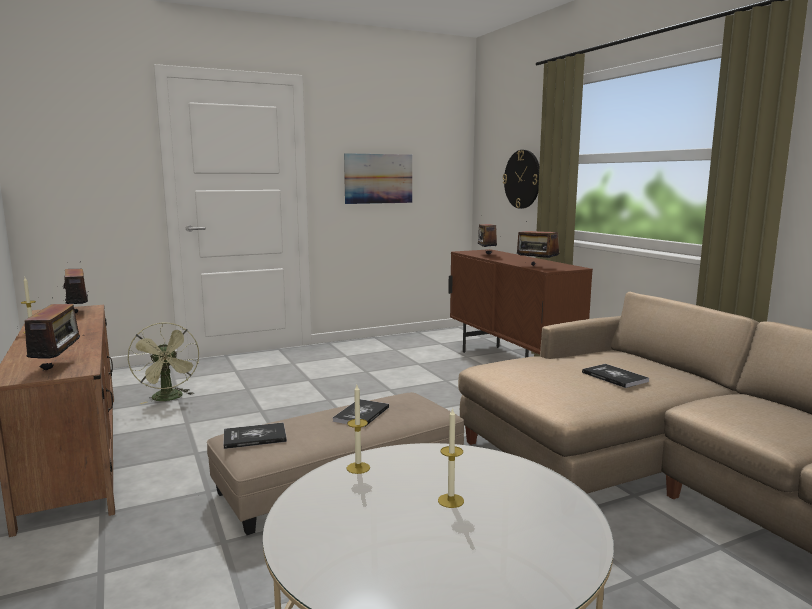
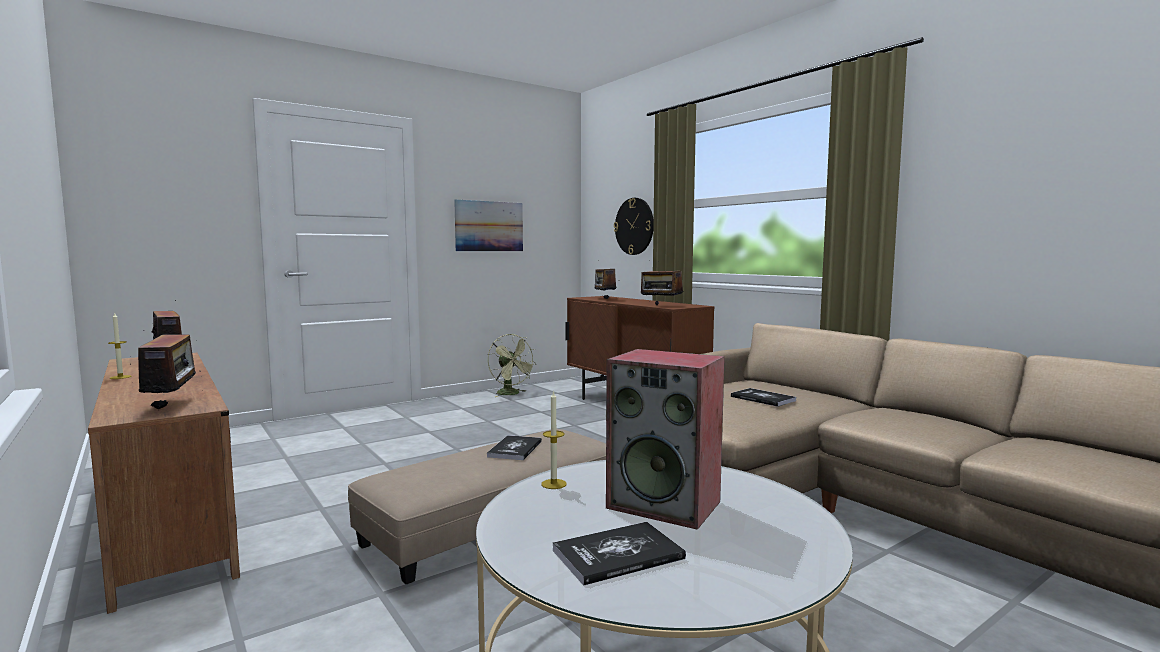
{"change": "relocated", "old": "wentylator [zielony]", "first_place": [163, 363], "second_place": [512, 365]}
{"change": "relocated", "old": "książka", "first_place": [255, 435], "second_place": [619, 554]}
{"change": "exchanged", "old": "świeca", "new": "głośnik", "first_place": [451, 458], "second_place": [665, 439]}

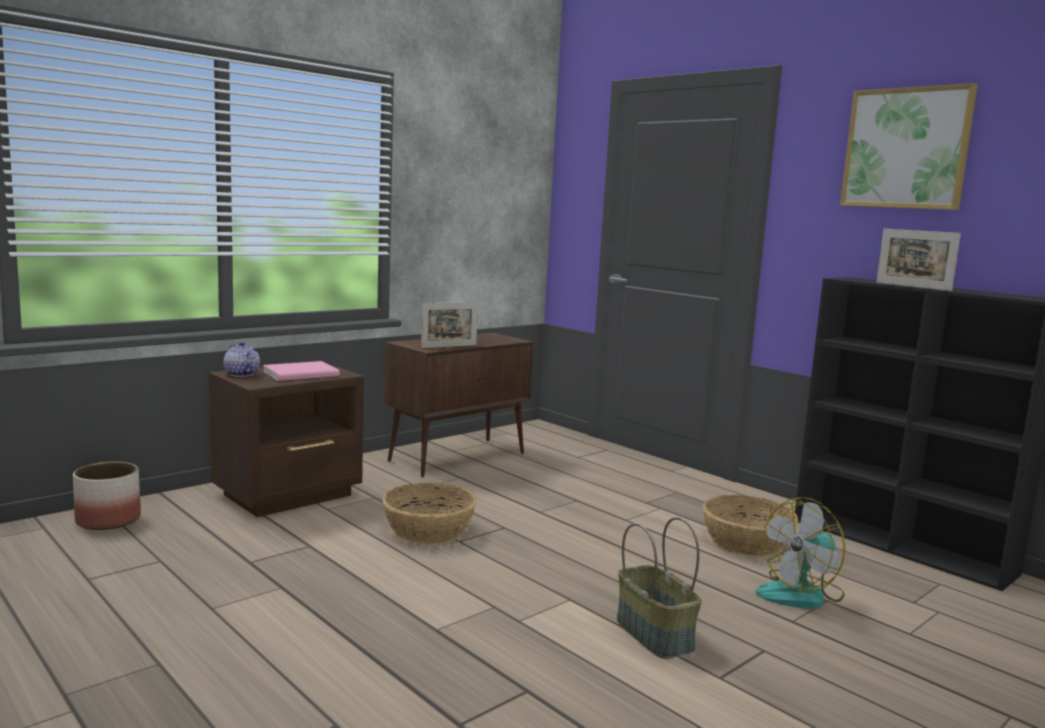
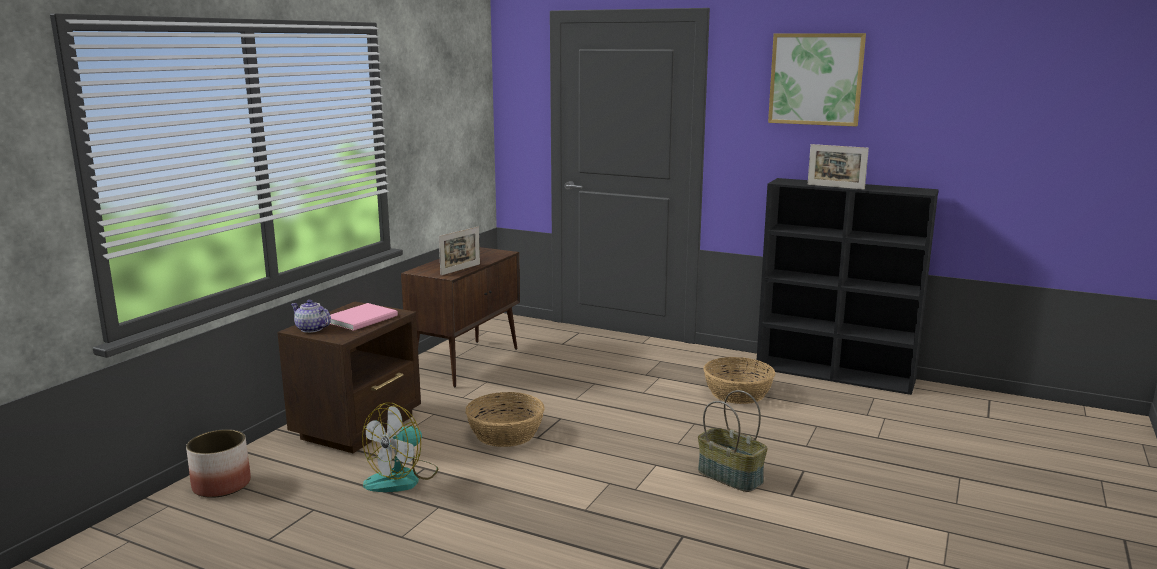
{"change": "relocated", "old": "wentylator", "first_place": [801, 553], "second_place": [400, 447]}

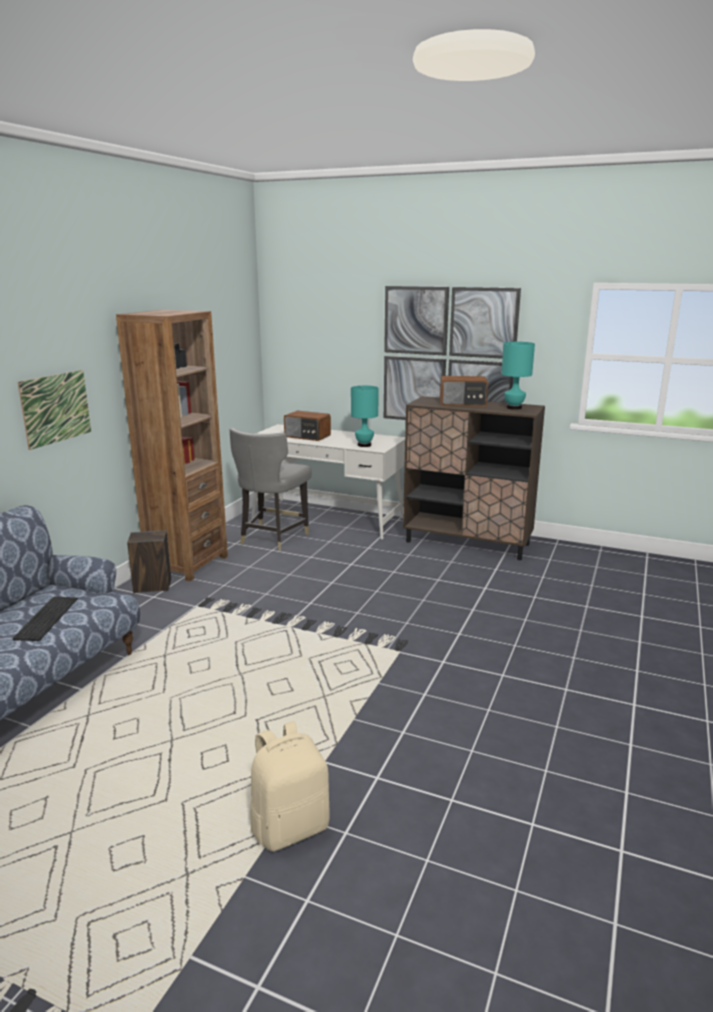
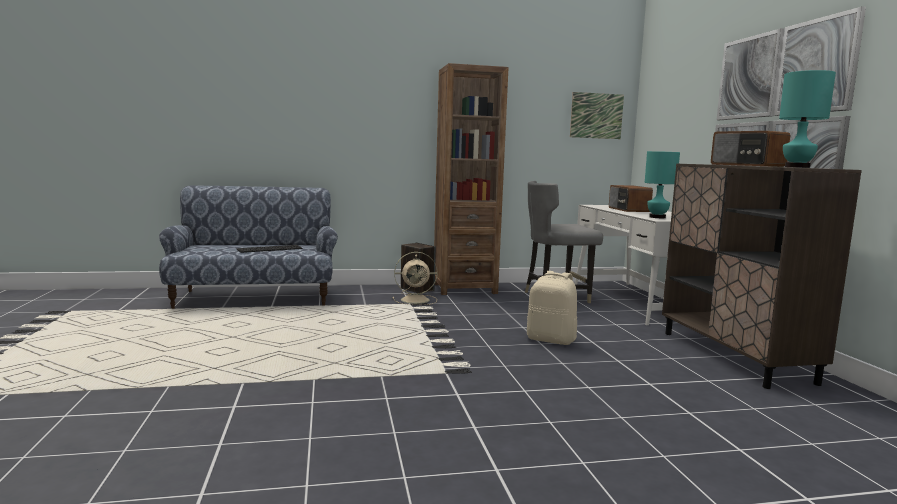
{"change": "appeared", "new": "wentylator [beżowy]", "second_place": [414, 278]}
{"change": "relocated", "old": "plecak [beżowy]", "first_place": [290, 786], "second_place": [552, 308]}
{"change": "relocated", "old": "obraz", "first_place": [54, 410], "second_place": [597, 115]}

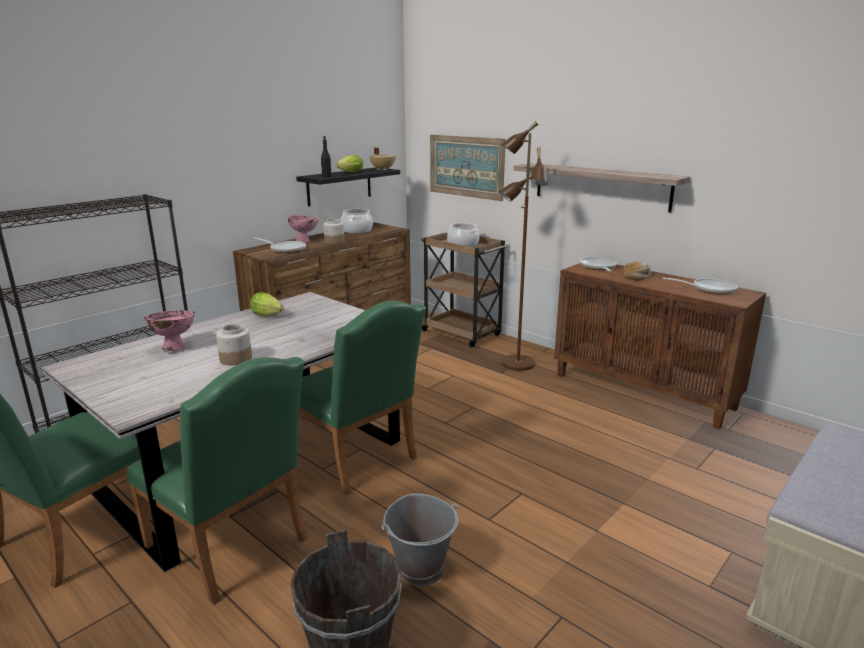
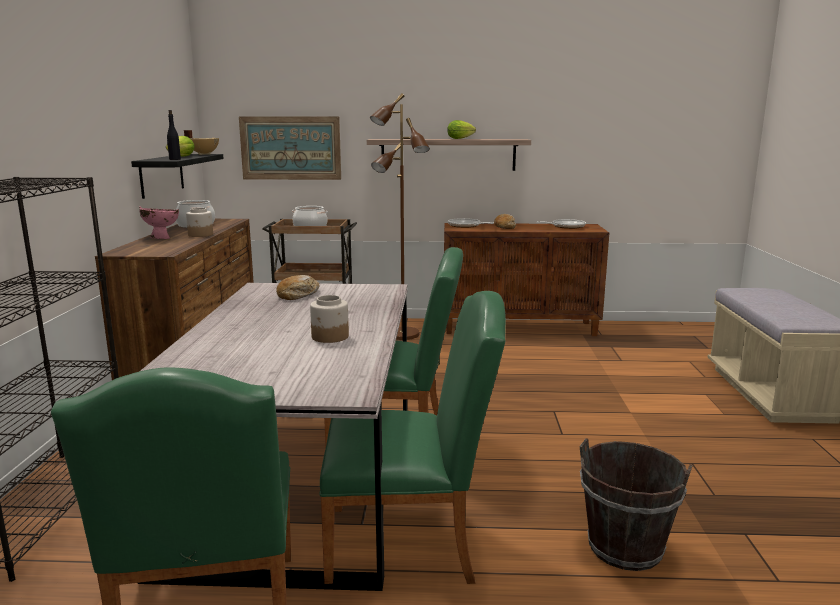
{"change": "appeared", "new": "chleb", "second_place": [297, 287]}
{"change": "relocated", "old": "sałata", "first_place": [267, 304], "second_place": [461, 129]}
{"change": "missing", "old": "miska [różowy]", "first_place": [169, 330]}
{"change": "missing", "old": "patelnia", "first_place": [280, 245]}
{"change": "missing", "old": "wiadro [szary]", "first_place": [420, 540]}

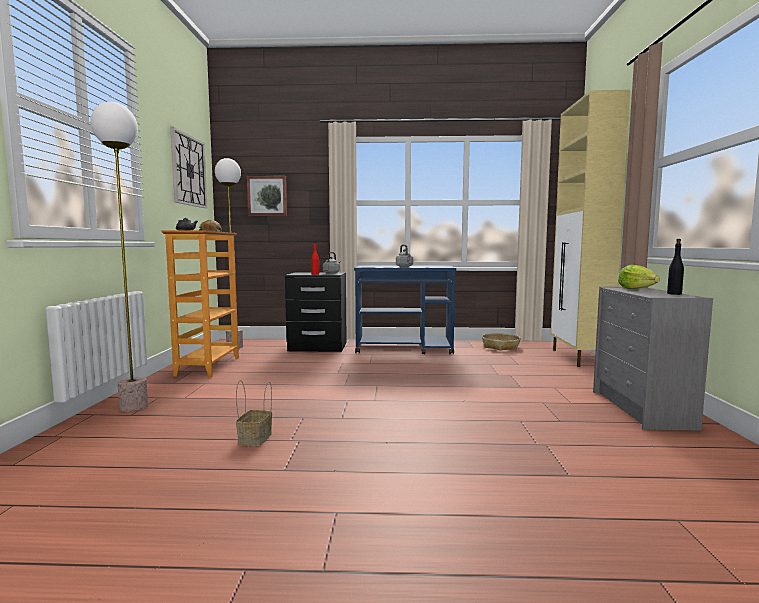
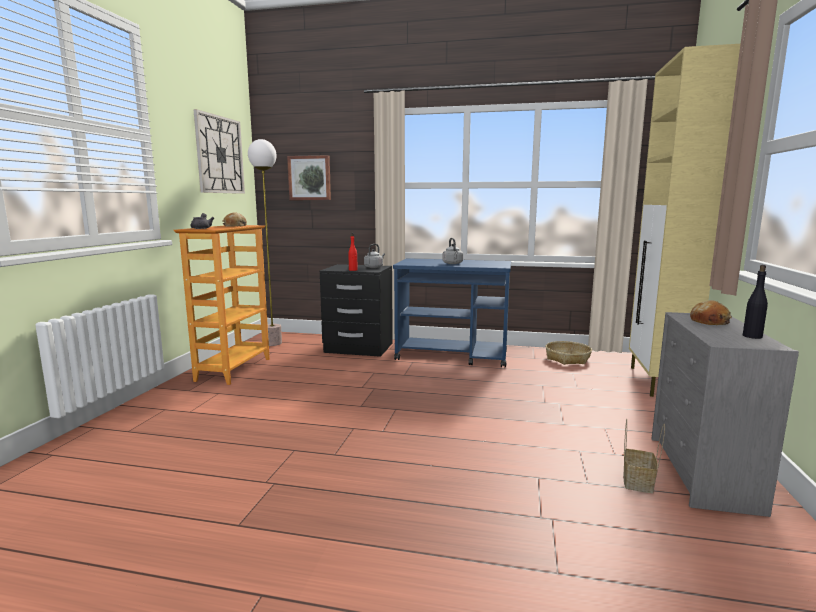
{"change": "relocated", "old": "koszyk", "first_place": [254, 413], "second_place": [644, 455]}
{"change": "exchanged", "old": "sałata", "new": "chleb", "first_place": [639, 277], "second_place": [711, 312]}
{"change": "missing", "old": "lampa stojąca", "first_place": [119, 257]}

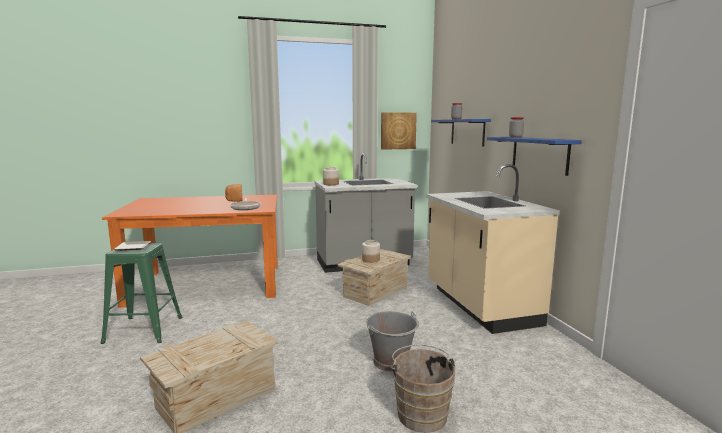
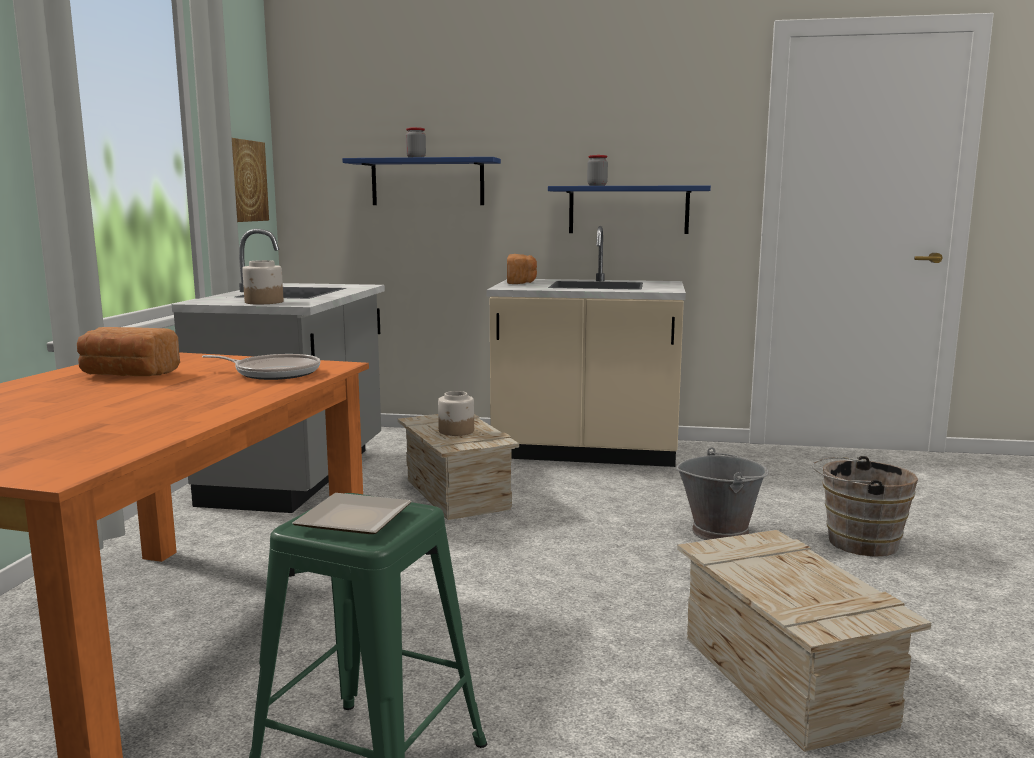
{"change": "appeared", "new": "chleb", "second_place": [522, 269]}

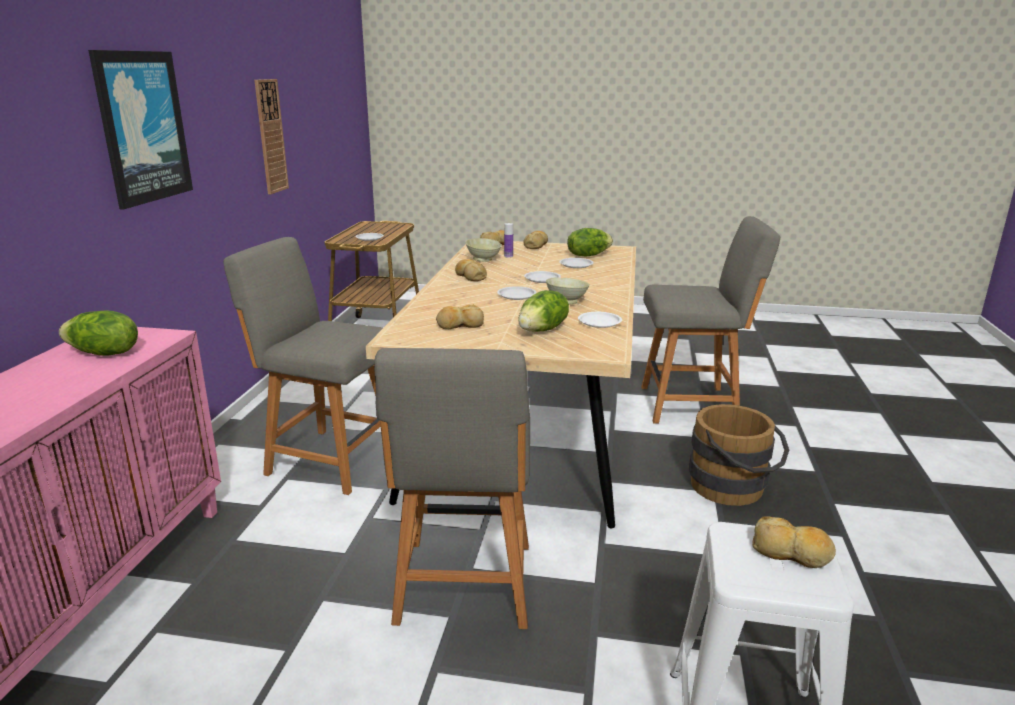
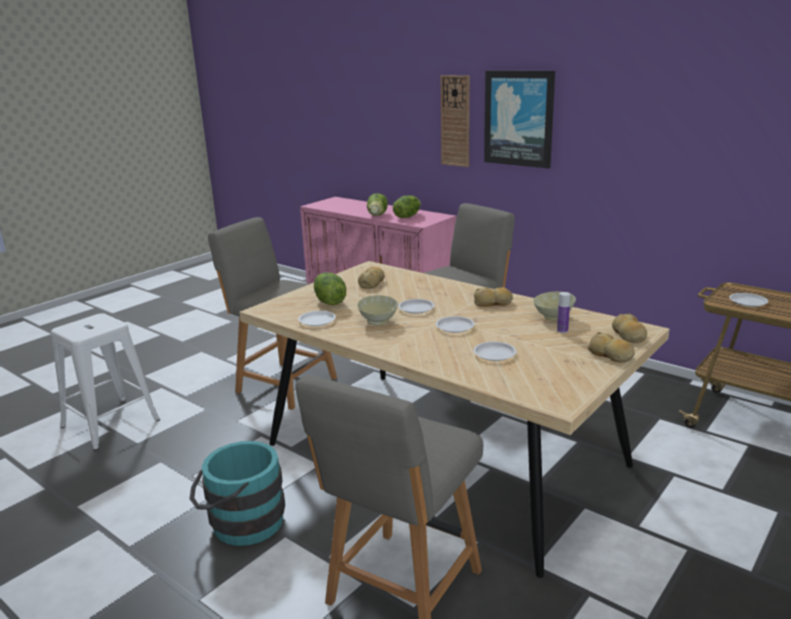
{"change": "colour", "old": "wiadro [brązowy]", "new": "wiadro [turkusowy]", "first_place": [739, 455], "second_place": [237, 493]}
{"change": "relocated", "old": "sałata", "first_place": [590, 242], "second_place": [377, 204]}
{"change": "relocated", "old": "zegar ścienny", "first_place": [271, 136], "second_place": [455, 121]}
{"change": "missing", "old": "chleb", "first_place": [794, 542]}

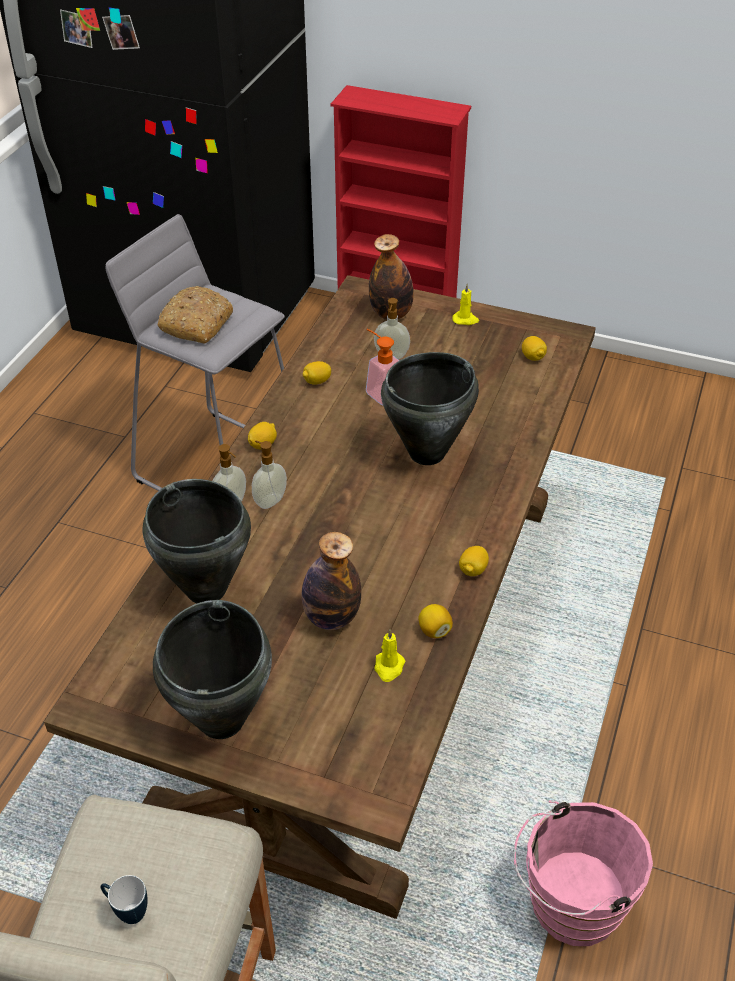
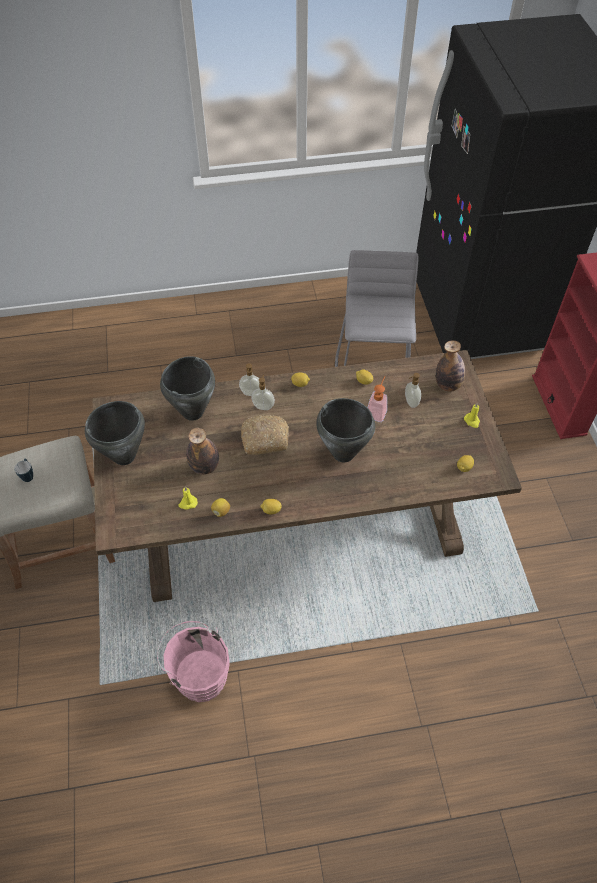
{"change": "relocated", "old": "chleb", "first_place": [195, 314], "second_place": [265, 435]}

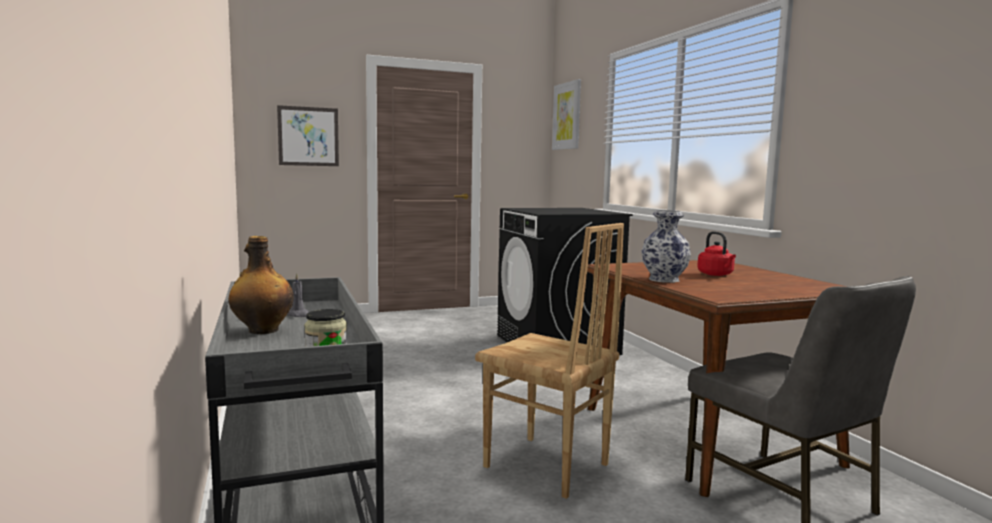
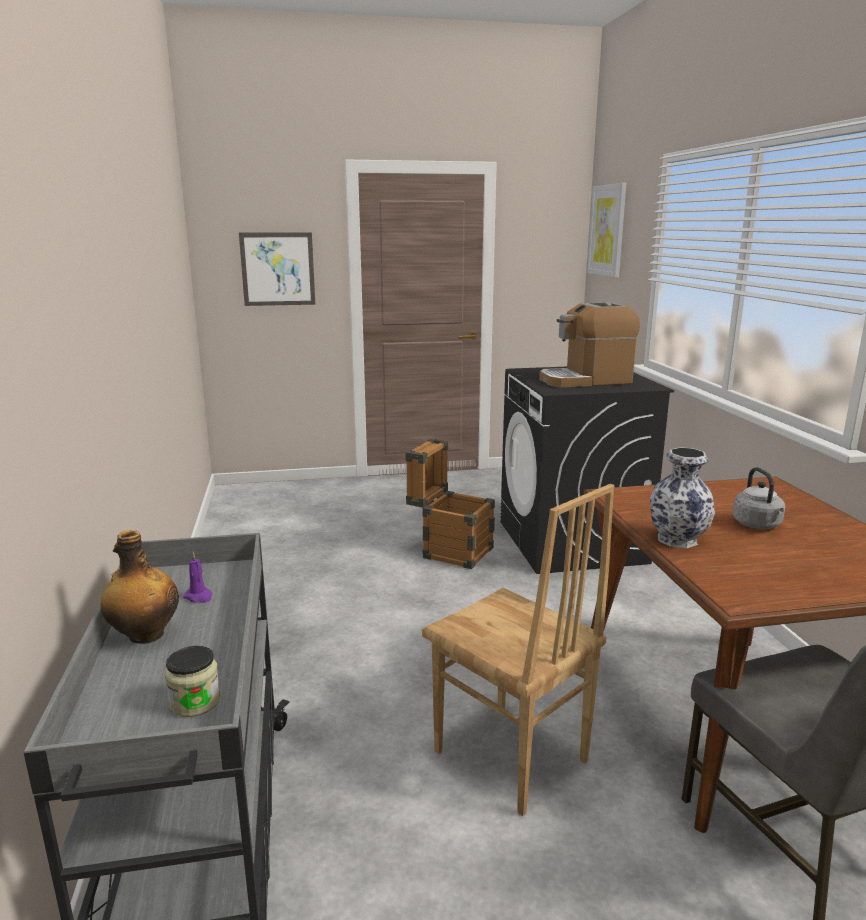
{"change": "colour", "old": "świeca [szary]", "new": "świeca [fioletowy]", "first_place": [298, 295], "second_place": [197, 577]}
{"change": "appeared", "new": "skrzynka", "second_place": [450, 503]}
{"change": "appeared", "new": "ekspres do kawy", "second_place": [589, 345]}
{"change": "colour", "old": "czajnik [czerwony]", "new": "czajnik [szary]", "first_place": [716, 253], "second_place": [758, 498]}

